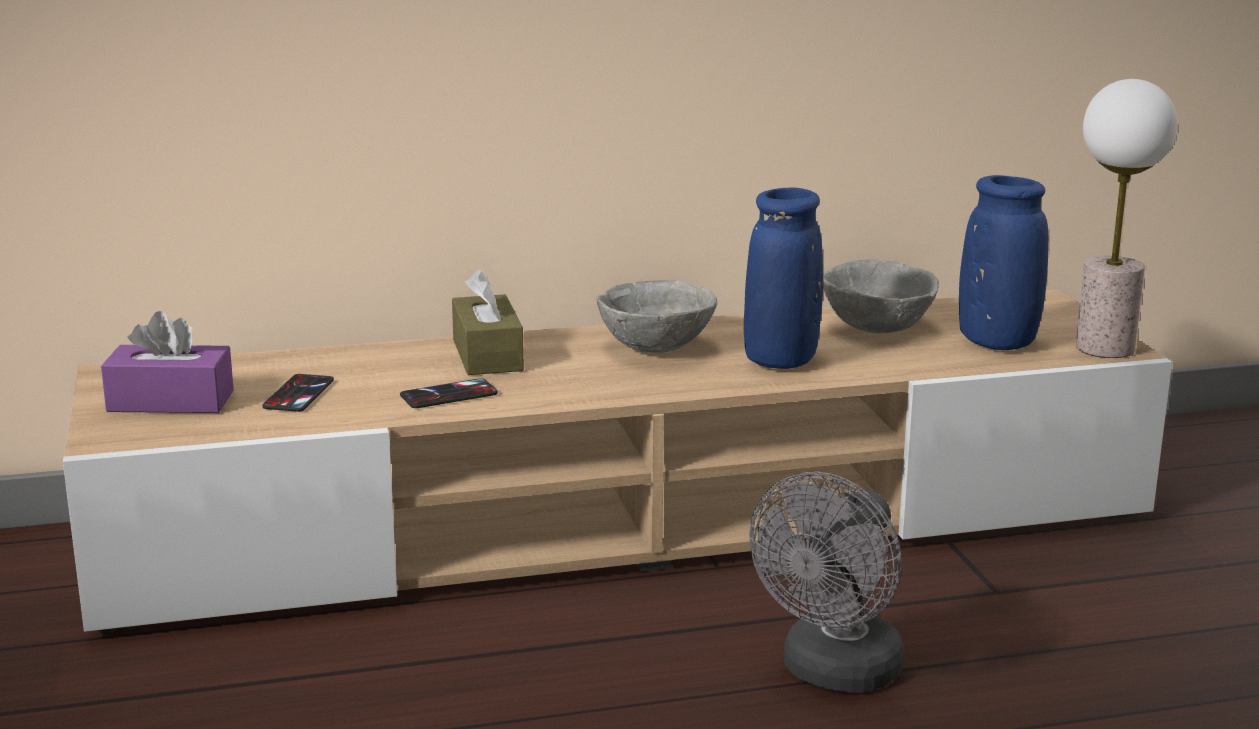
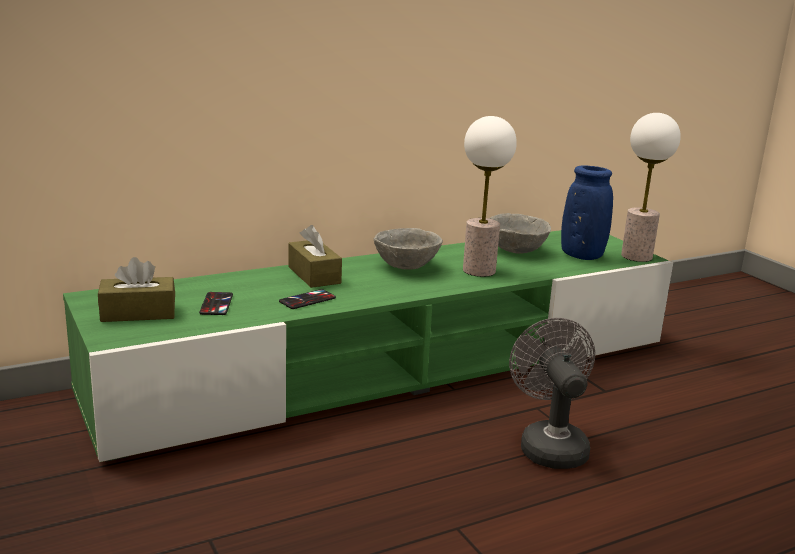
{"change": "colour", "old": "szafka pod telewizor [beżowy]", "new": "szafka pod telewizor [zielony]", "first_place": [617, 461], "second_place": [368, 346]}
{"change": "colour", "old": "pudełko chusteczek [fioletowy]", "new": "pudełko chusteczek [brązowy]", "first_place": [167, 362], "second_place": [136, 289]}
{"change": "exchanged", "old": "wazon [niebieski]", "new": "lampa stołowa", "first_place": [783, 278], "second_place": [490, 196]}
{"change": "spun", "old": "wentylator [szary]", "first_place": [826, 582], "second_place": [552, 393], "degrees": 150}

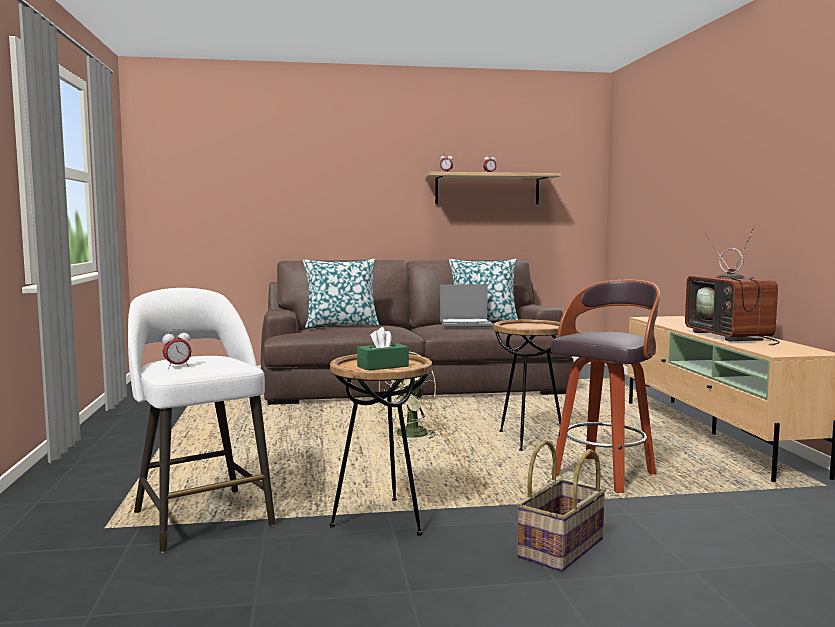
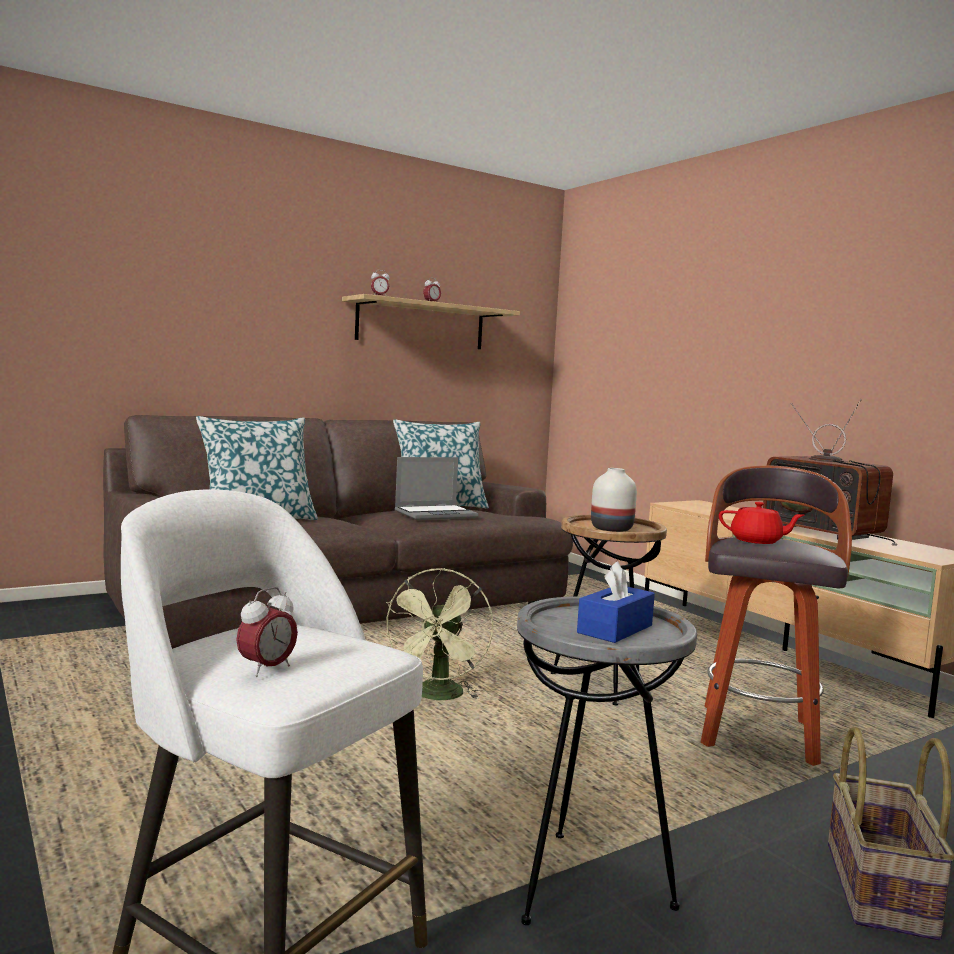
{"change": "colour", "old": "stolik [brązowy]", "new": "stolik [szary]", "first_place": [381, 445], "second_place": [607, 760]}
{"change": "colour", "old": "pudełko chusteczek [zielony]", "new": "pudełko chusteczek [niebieski]", "first_place": [383, 348], "second_place": [616, 602]}
{"change": "appeared", "new": "wazon [biały]", "second_place": [614, 500]}
{"change": "appeared", "new": "imbryk [czerwony]", "second_place": [761, 523]}

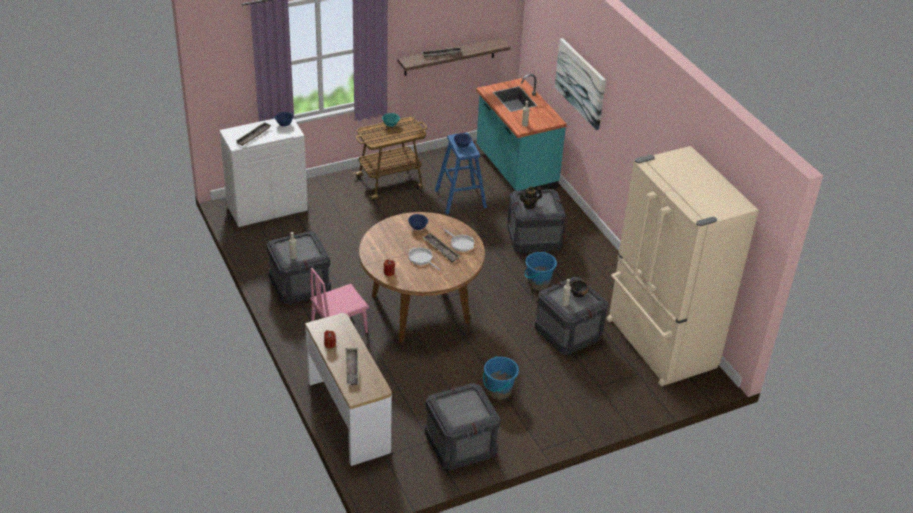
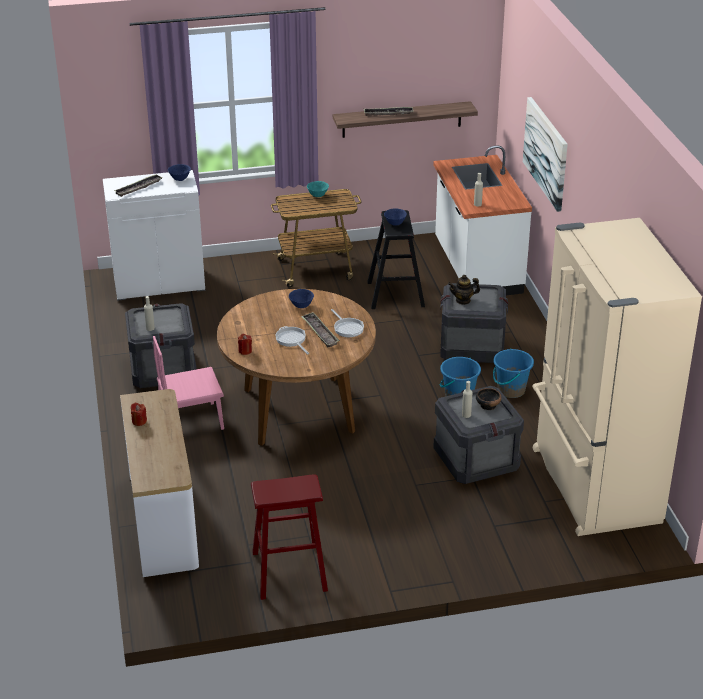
{"change": "exchanged", "old": "skrzynka", "new": "stołek [czerwony]", "first_place": [463, 427], "second_place": [289, 537]}
{"change": "colour", "old": "stołek [niebieski]", "new": "stołek [czarny]", "first_place": [461, 173], "second_place": [396, 259]}
{"change": "colour", "old": "zabudowa kuchenna [turkusowy]", "new": "zabudowa kuchenna [biały]", "first_place": [521, 132], "second_place": [482, 220]}
{"change": "relocated", "old": "wiadro [niebieski]", "first_place": [501, 378], "second_place": [513, 373]}
{"change": "missing", "old": "taca", "first_place": [352, 366]}

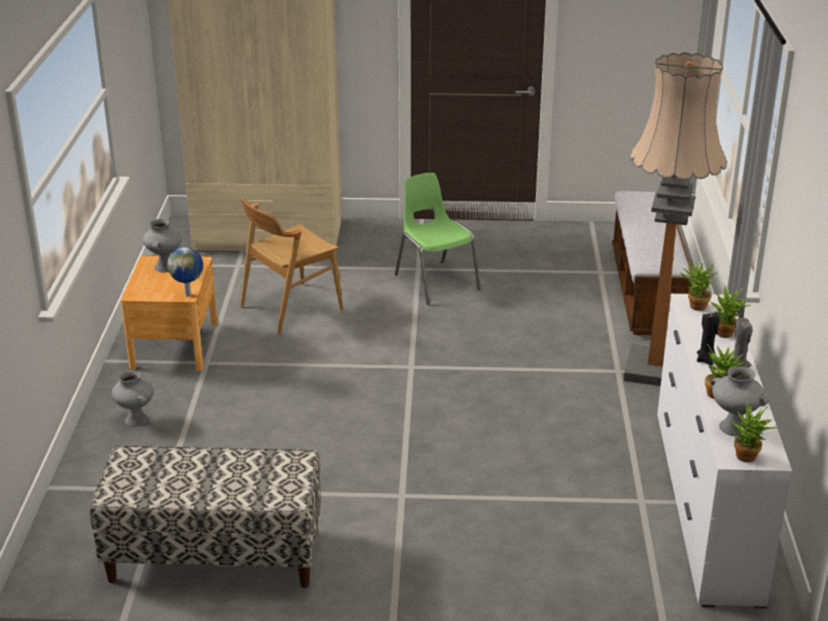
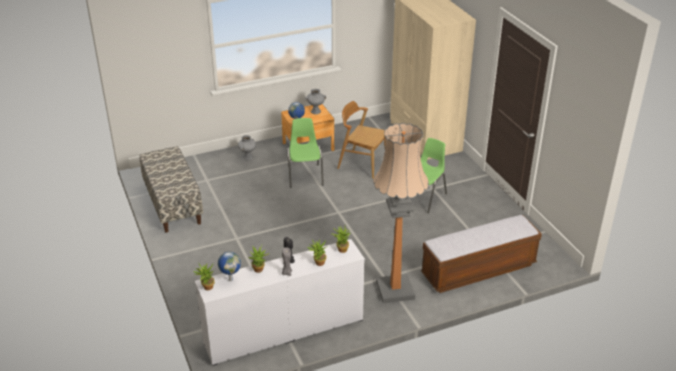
{"change": "exchanged", "old": "wazon [szary]", "new": "globus", "first_place": [739, 401], "second_place": [229, 266]}
{"change": "appeared", "new": "krzesło [zielony]", "second_place": [306, 153]}

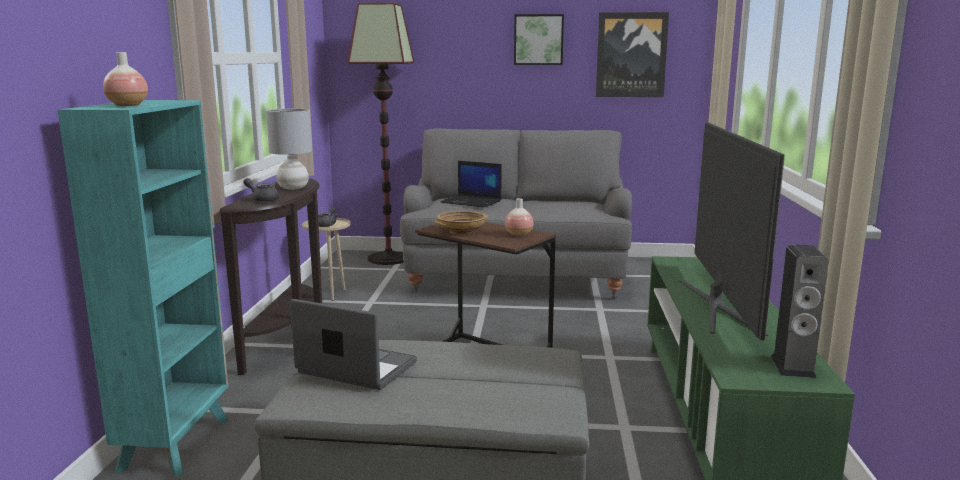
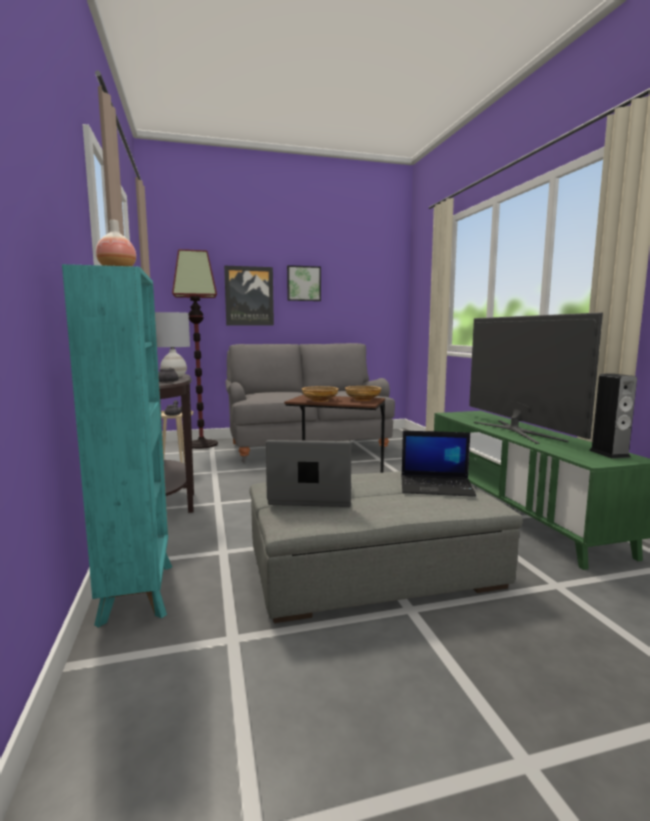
{"change": "relocated", "old": "obraz", "first_place": [632, 54], "second_place": [249, 296]}
{"change": "exchanged", "old": "wazon", "new": "miska [beżowy]", "first_place": [519, 217], "second_place": [363, 393]}
{"change": "relocated", "old": "laptop", "first_place": [471, 184], "second_place": [438, 464]}

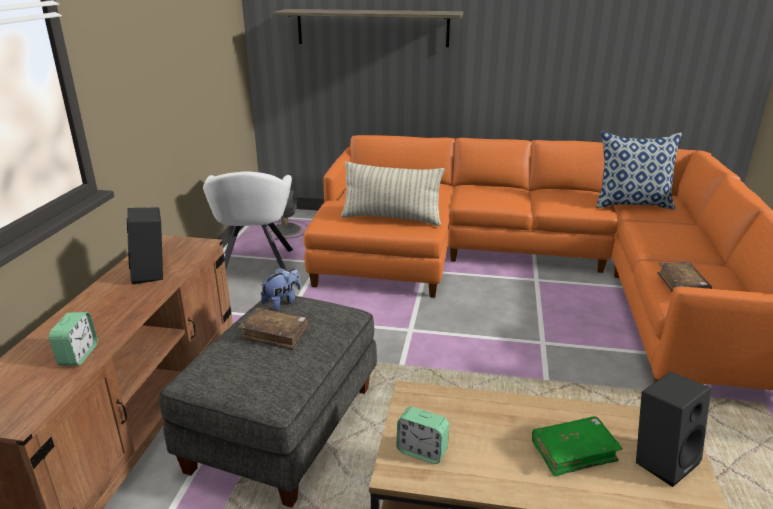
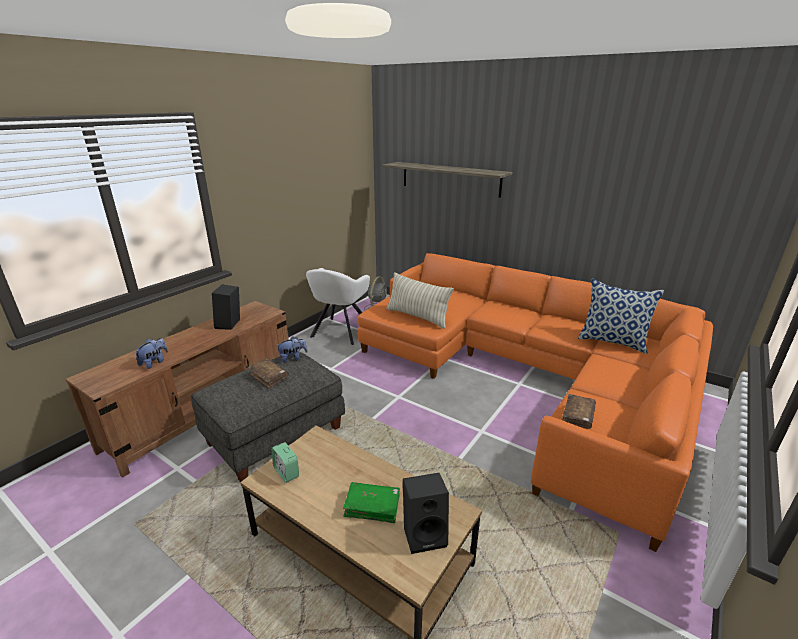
{"change": "exchanged", "old": "budzik", "new": "pluszak", "first_place": [73, 339], "second_place": [151, 353]}

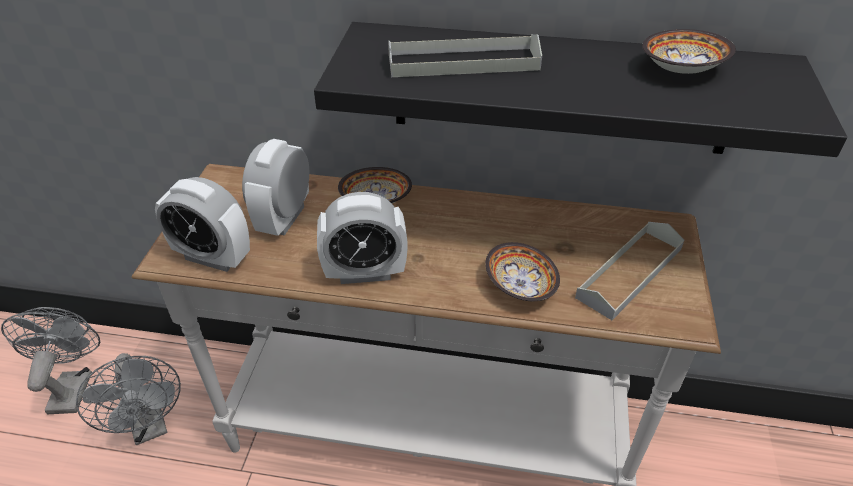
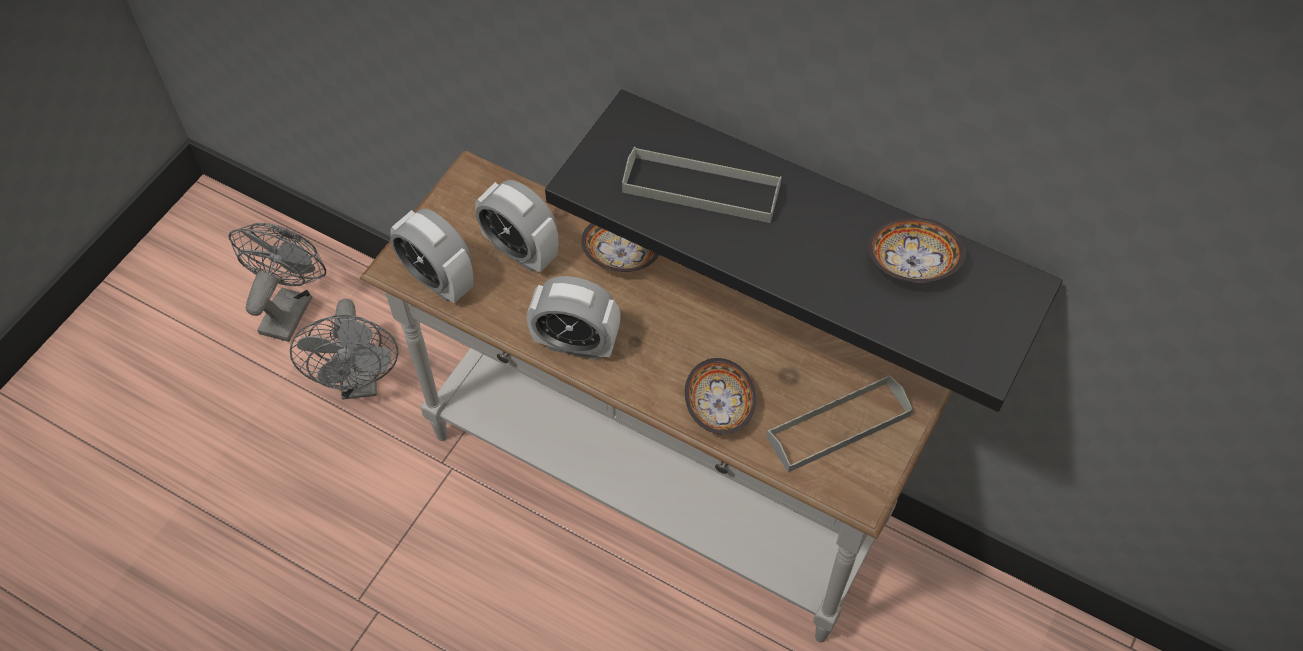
{"change": "spun", "old": "budzik", "first_place": [276, 187], "second_place": [517, 226], "degrees": -90}

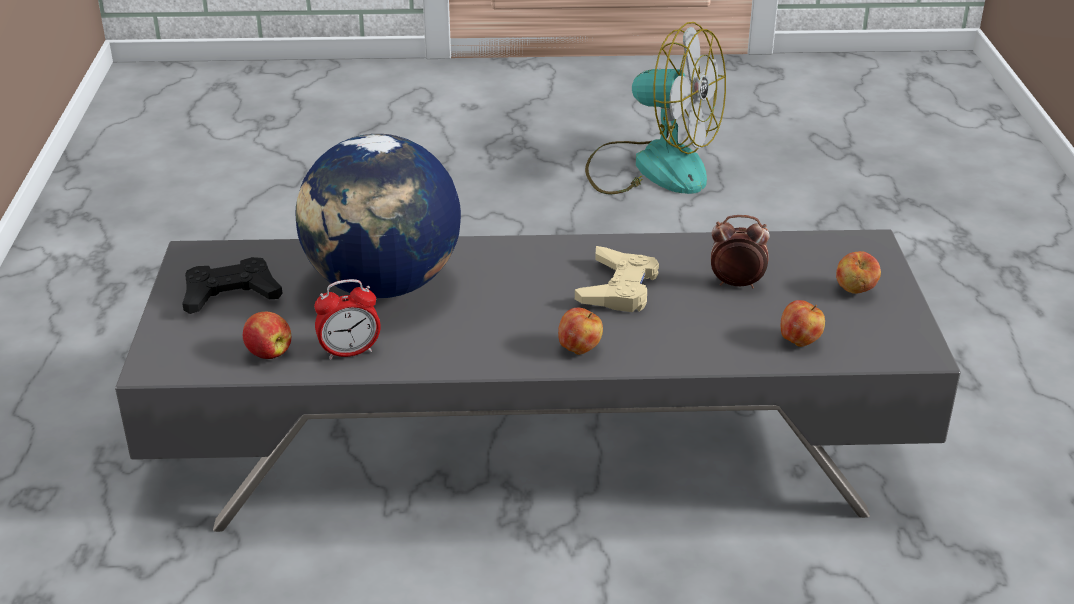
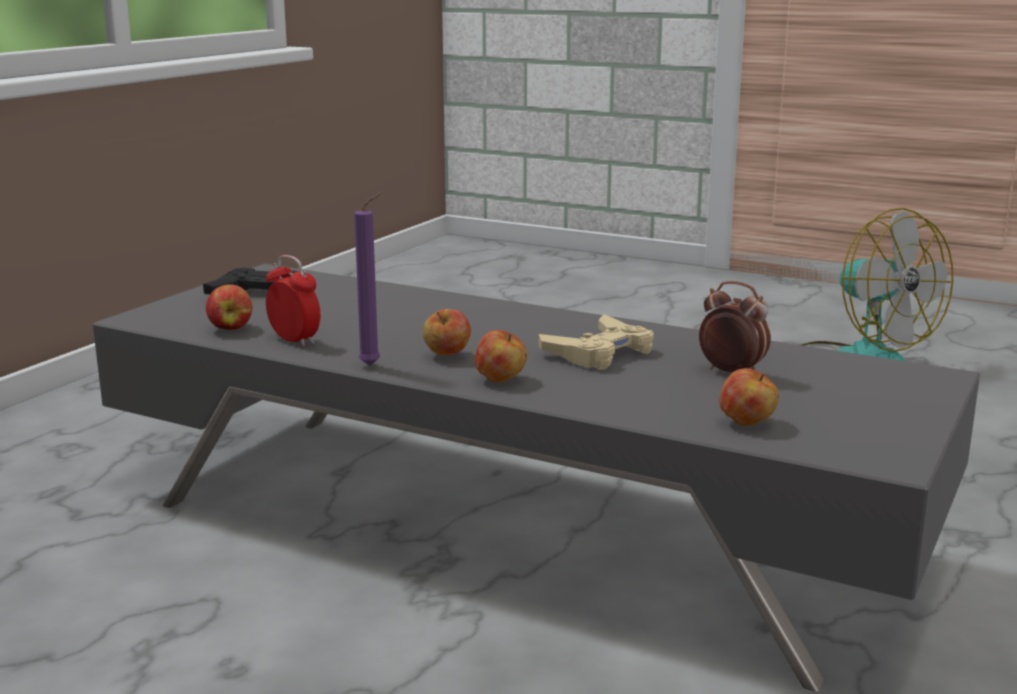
{"change": "spun", "old": "budzik", "first_place": [347, 319], "second_place": [293, 301], "degrees": -150}
{"change": "appeared", "new": "świeca [fioletowy]", "second_place": [368, 279]}
{"change": "relocated", "old": "jabłko", "first_place": [858, 272], "second_place": [447, 332]}
{"change": "missing", "old": "globus", "first_place": [378, 216]}

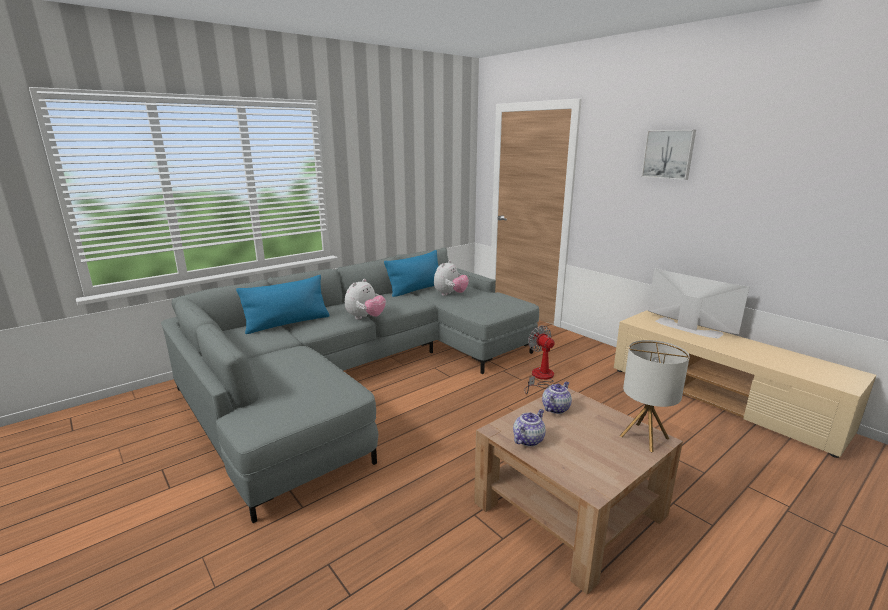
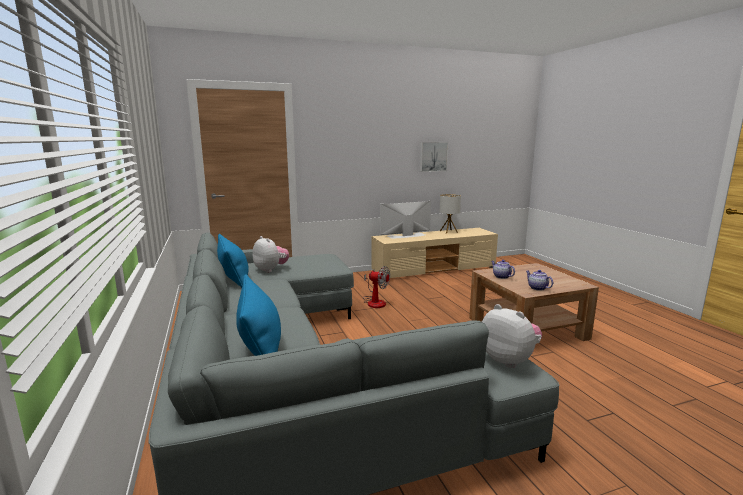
{"change": "spun", "old": "wentylator", "first_place": [539, 360], "second_place": [376, 287], "degrees": -150}
{"change": "relocated", "old": "obraz", "first_place": [668, 155], "second_place": [434, 157]}
{"change": "relocated", "old": "lampa stołowa", "first_place": [655, 396], "second_place": [450, 214]}
{"change": "relocated", "old": "pluszak", "first_place": [365, 299], "second_place": [512, 336]}

